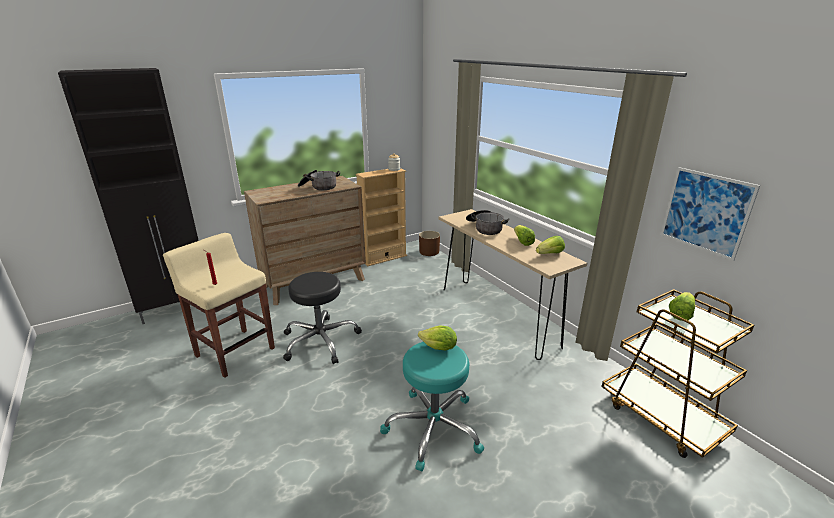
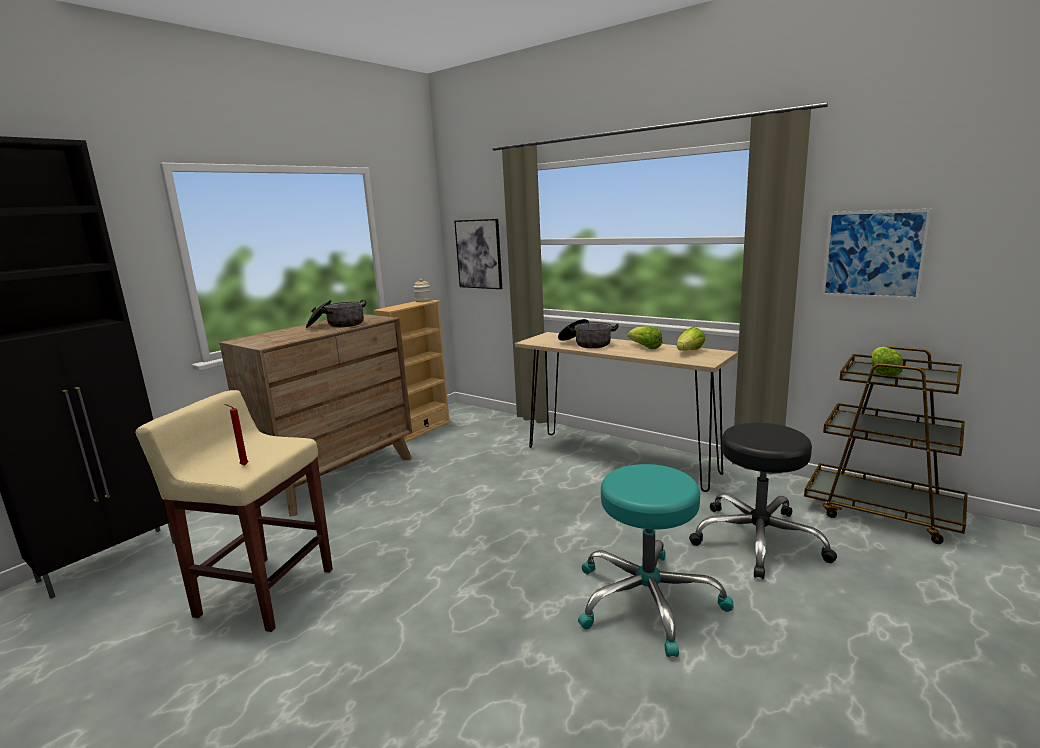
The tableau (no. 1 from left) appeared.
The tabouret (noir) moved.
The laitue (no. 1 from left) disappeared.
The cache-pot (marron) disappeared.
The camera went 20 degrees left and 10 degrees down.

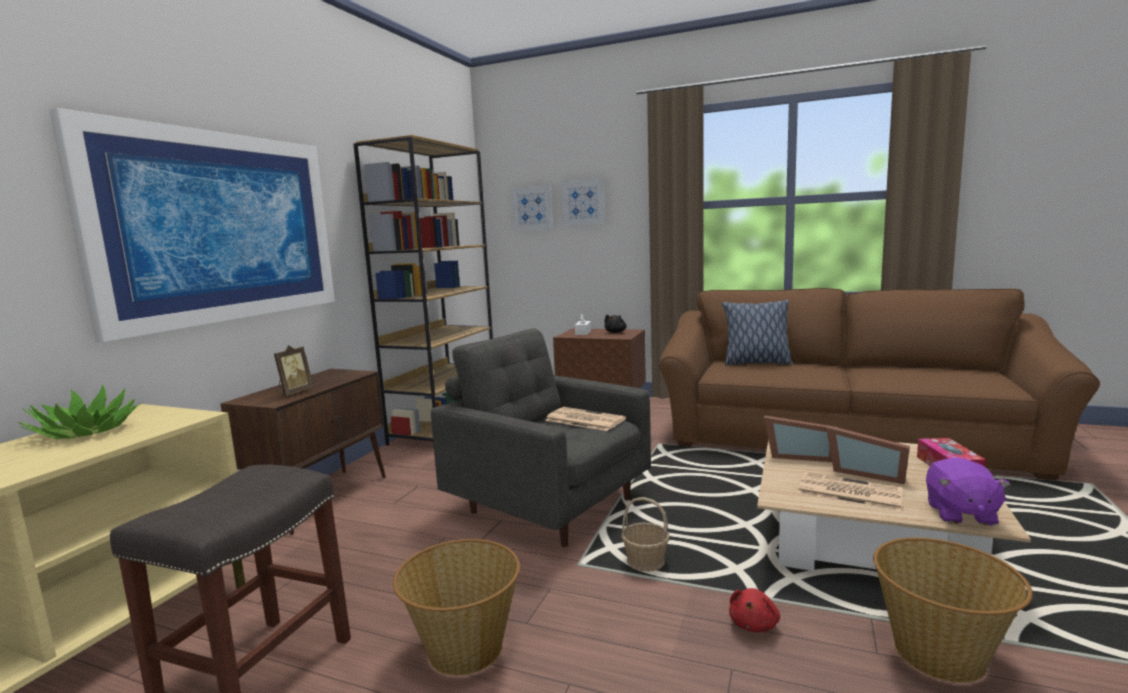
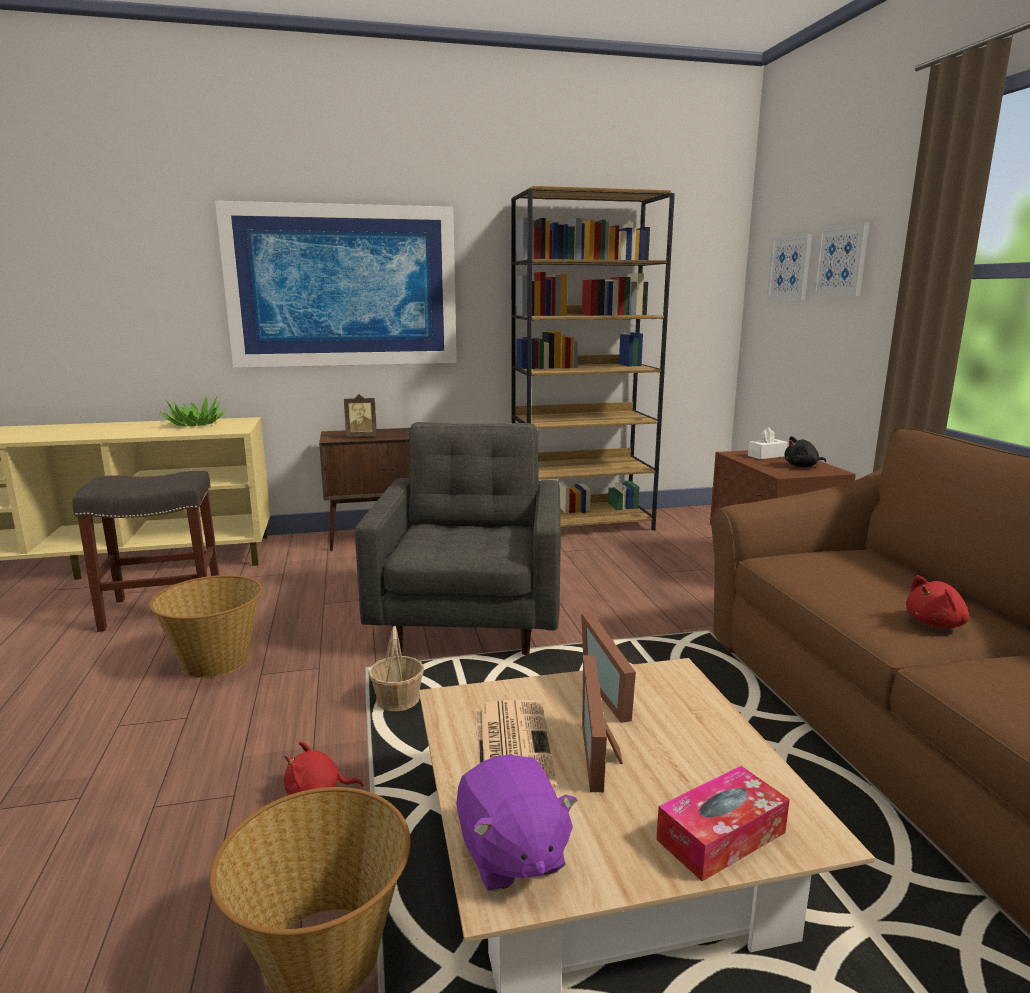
The peluche (violet) turned 90 degrees counterclockwise.
The peluche (rouge) (no. 2 from left) appeared.
The journal (no. 1 from left) disappeared.
The coussin disappeared.
The camera went 55 degrees right and 5 degrees up.

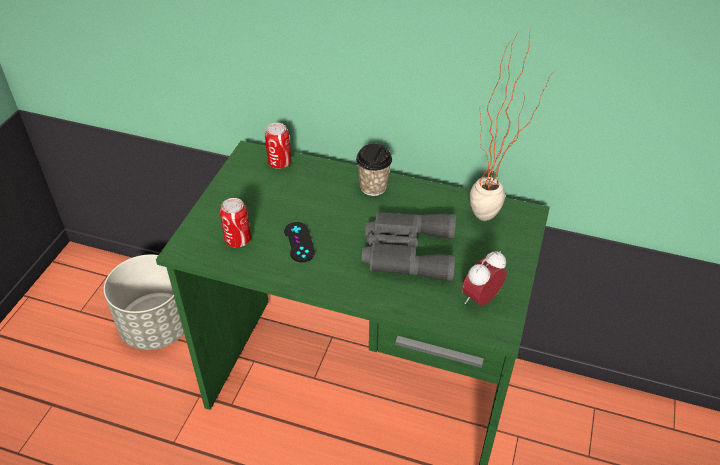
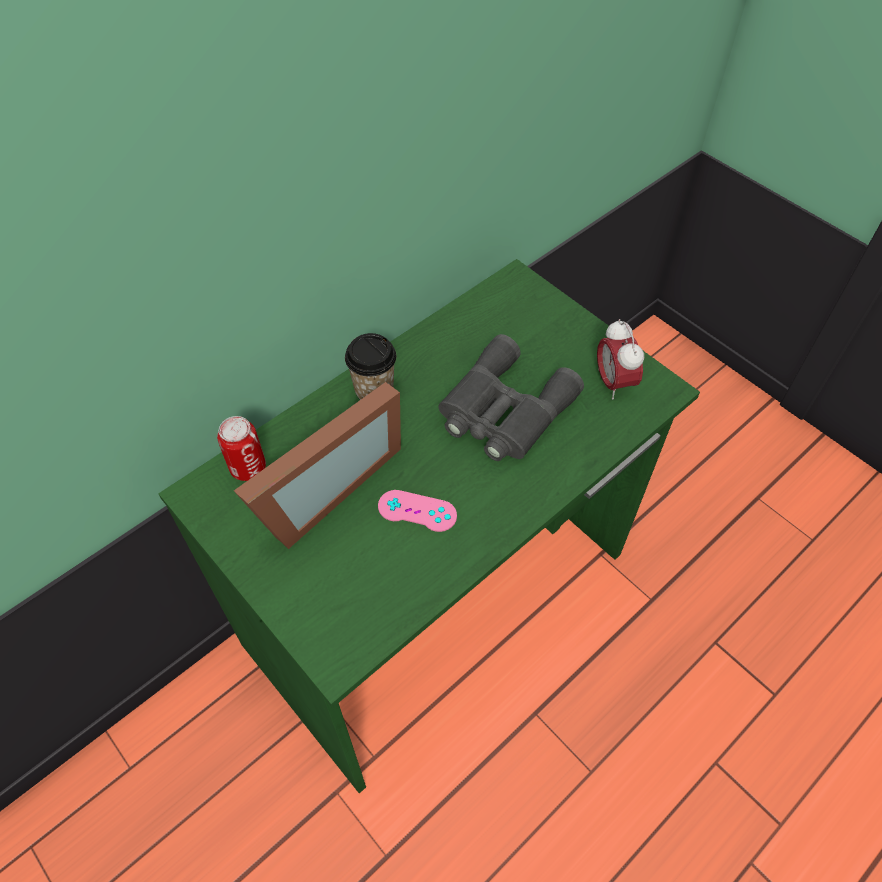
The cadre photo appeared.
The manette (noir) became the manette (rose).
The cache-pot (gris) disappeared.
The boîte métallique (no. 1 from left) disappeared.
The plante en pot disappeared.
The camera went 60 degrees left and 10 degrees up.

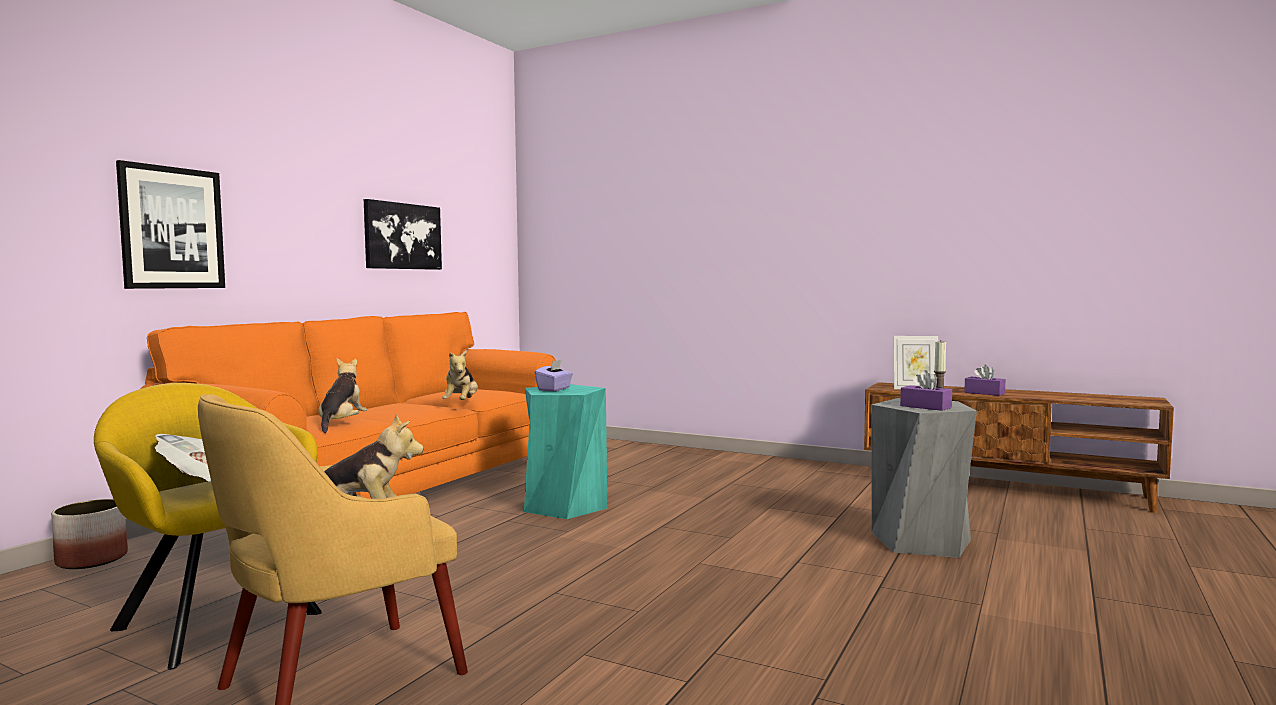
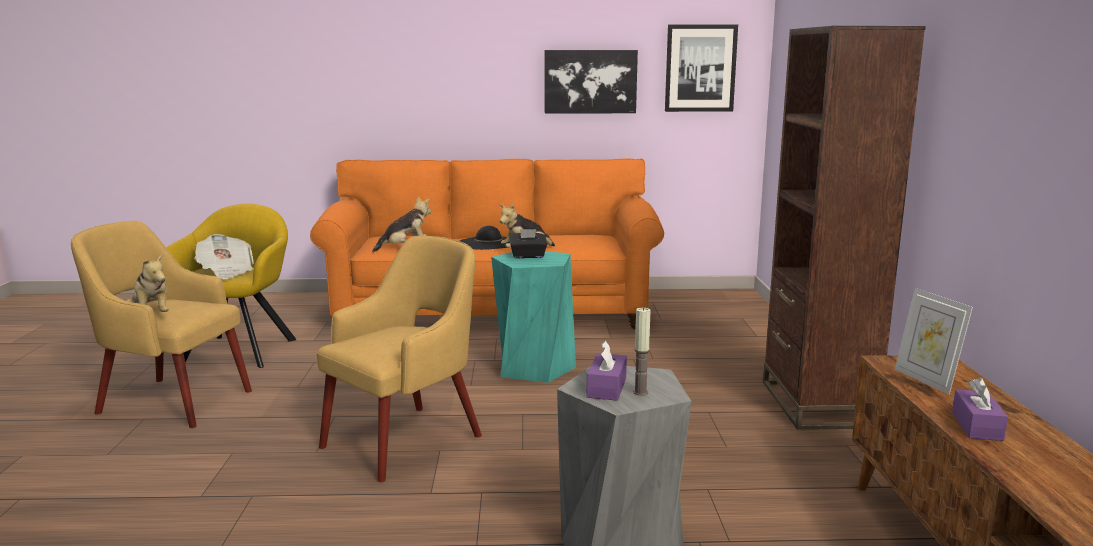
The fauteuil (jaune) (no. 3 from left) appeared.
The chapeau (noir) appeared.
The boîte à mouchoirs (violet) (no. 1 from left) became the boîte à mouchoirs (noir).
The tableau (no. 1 from left in the first image) moved.
The bibliothèque (marron) appeared.
The cache-pot disappeared.
The camera went 60 degrees right and 10 degrees up.

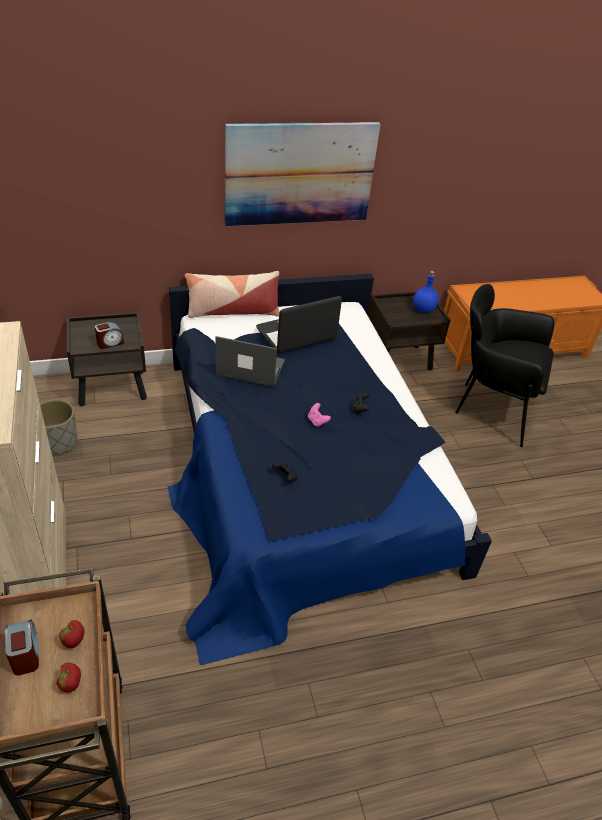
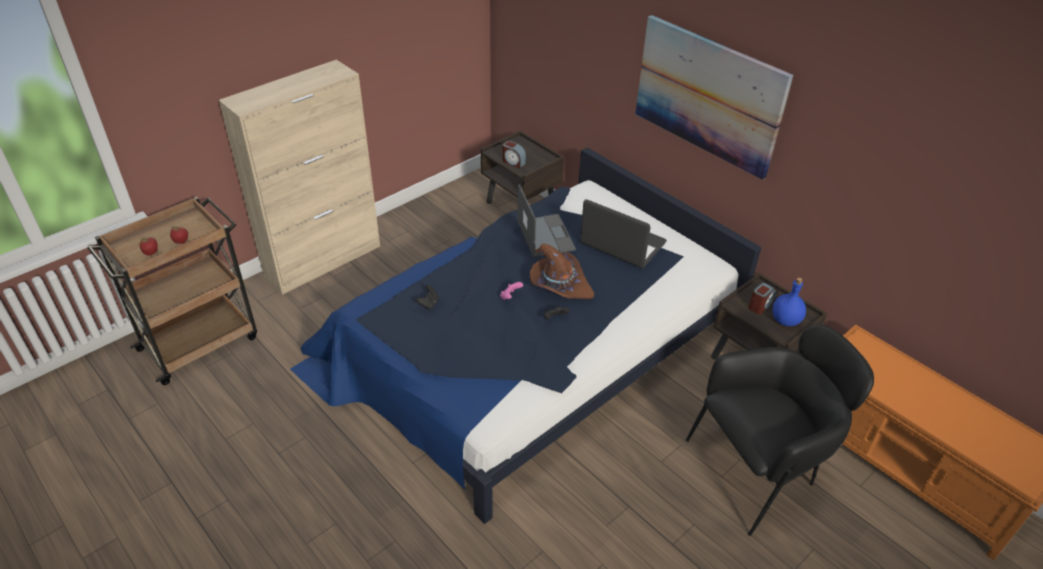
The chapeau (marron) appeared.
The fauteuil (noir) turned 75 degrees clockwise.
The réveil (no. 1 from left in the first image) moved.
The cache-pot (gris) disappeared.
The coussin disappeared.
The camera went 65 degrees right and 0 degrees up.

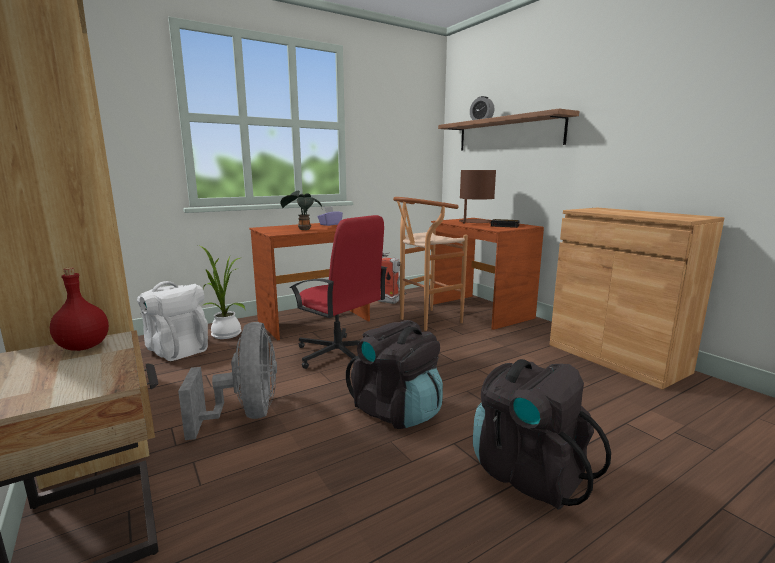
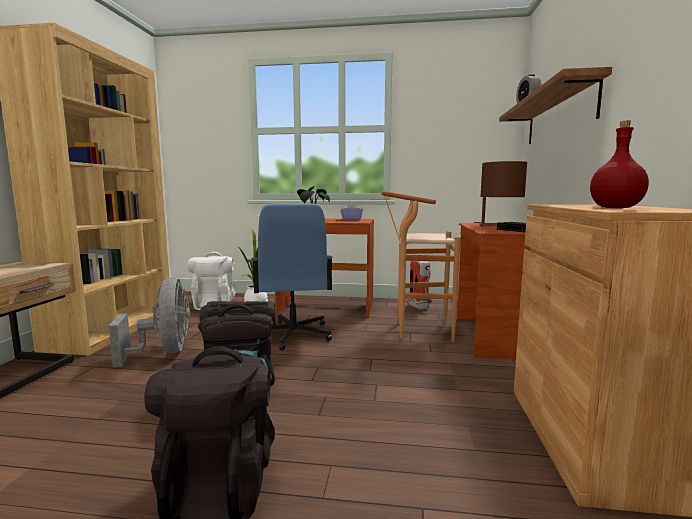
The ventilateur (gris) turned 45 degrees counterclockwise.
The chaise de bureau (rouge) became the chaise de bureau (bleu).
The bouteille (rouge) moved.
The camera went 40 degrees right and 5 degrees down.

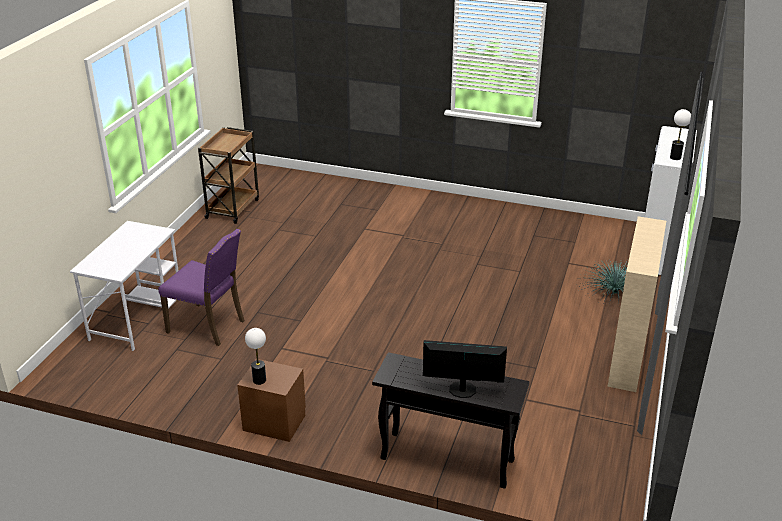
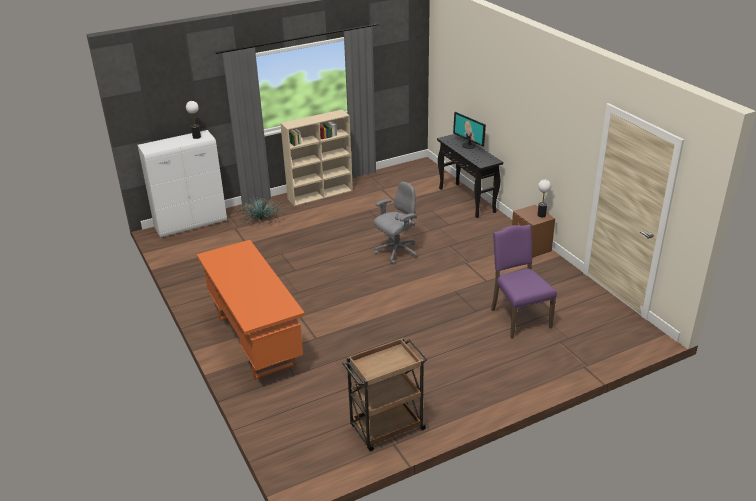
The bureau (orange) appeared.
The chaise de bureau (gris) appeared.
The bureau (blanc) disappeared.
The camera went 135 degrees left and 0 degrees up.

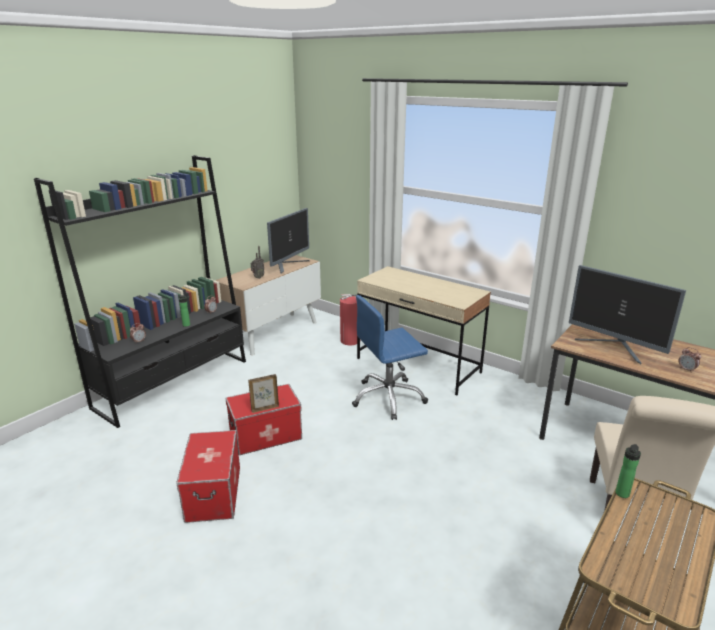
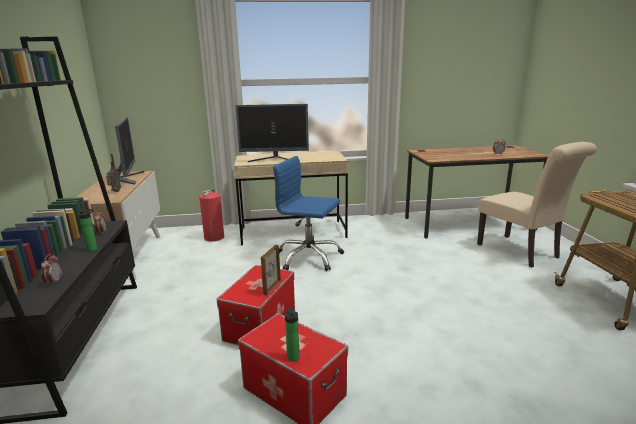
The écran d'ordinateur (no. 2 from left) moved.
The chaise de bureau (bleu) turned 90 degrees clockwise.
The bouteille (no. 2 from left) moved.
The camera went 45 degrees left and 5 degrees down.

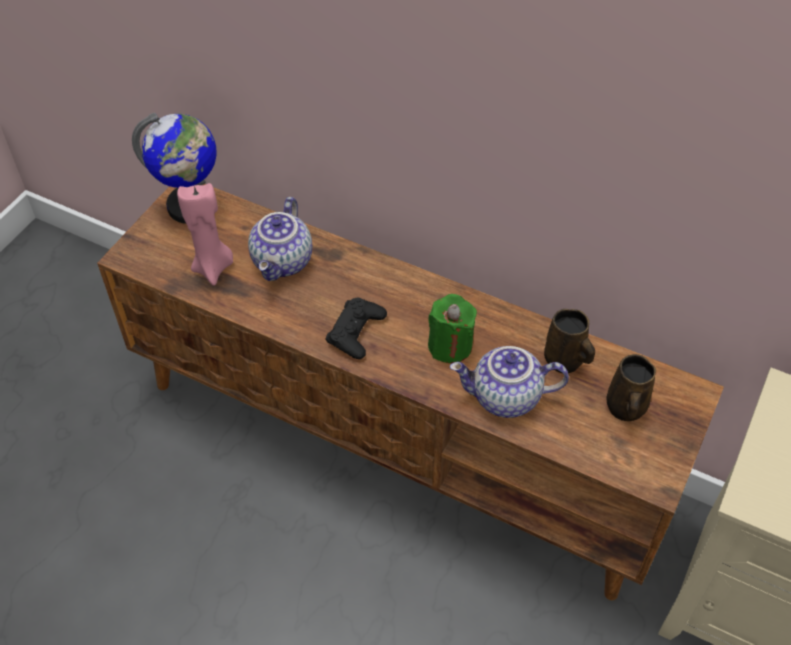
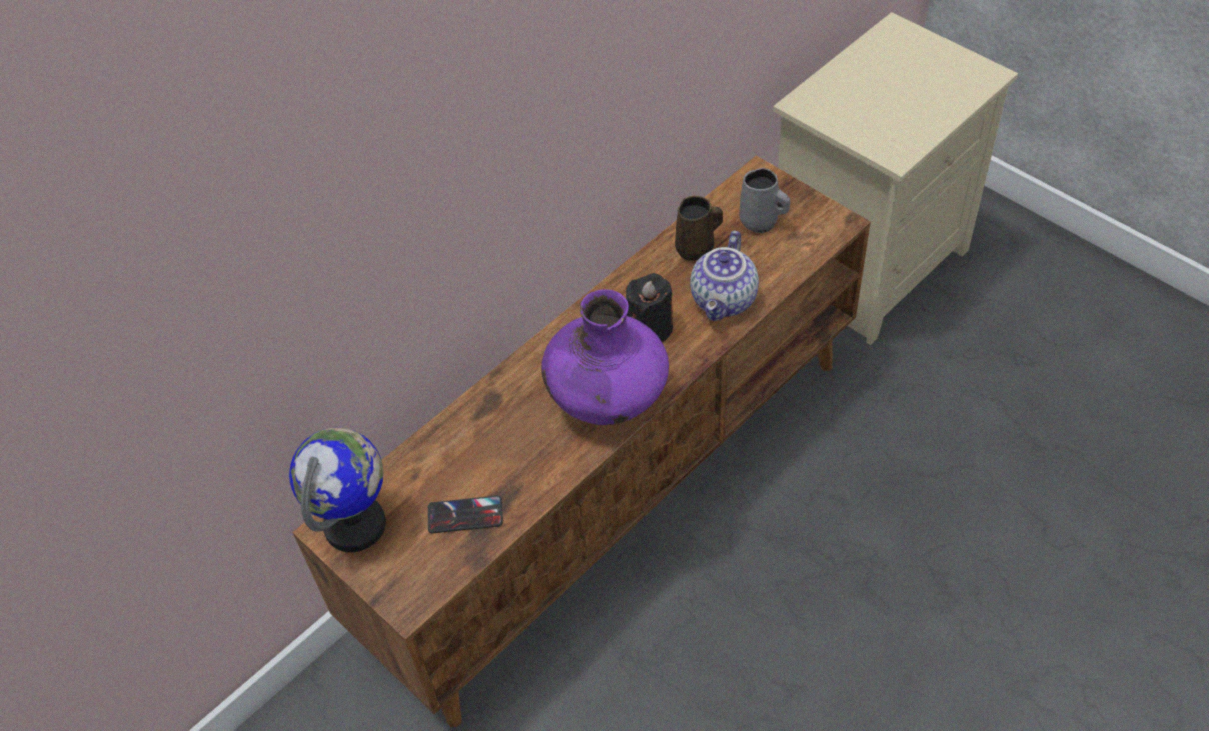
The bougie (rose) was replaced by the téléphone.
The manette (noir) was replaced by the vase (violet).
The bougie (vert) became the bougie (noir).
The mug (marron) (no. 2 from left) became the mug (gris).
The théière (no. 1 from left) disappeared.
The camera went 70 degrees left and 0 degrees up.

